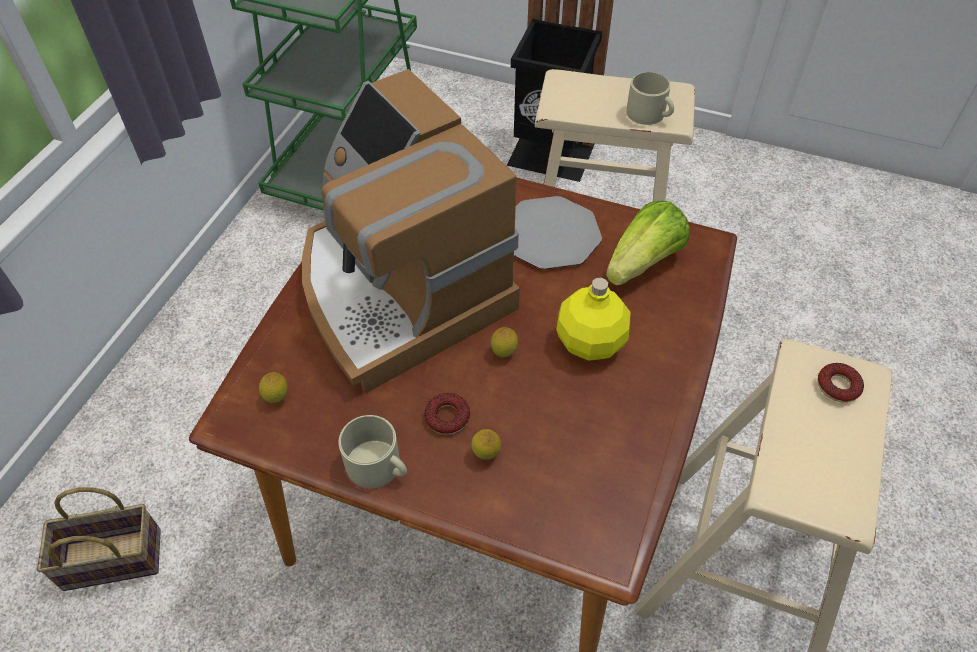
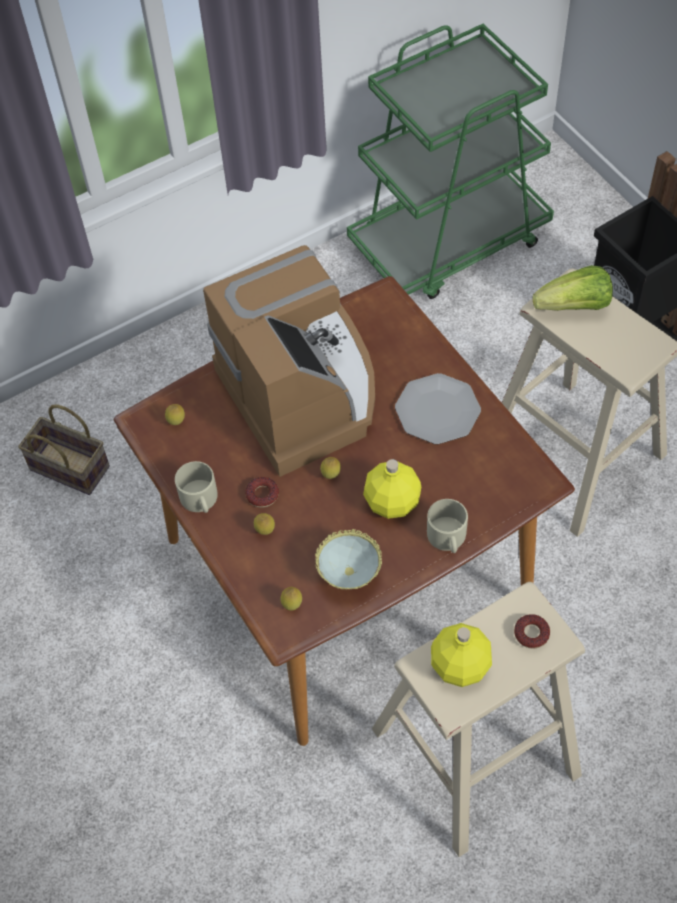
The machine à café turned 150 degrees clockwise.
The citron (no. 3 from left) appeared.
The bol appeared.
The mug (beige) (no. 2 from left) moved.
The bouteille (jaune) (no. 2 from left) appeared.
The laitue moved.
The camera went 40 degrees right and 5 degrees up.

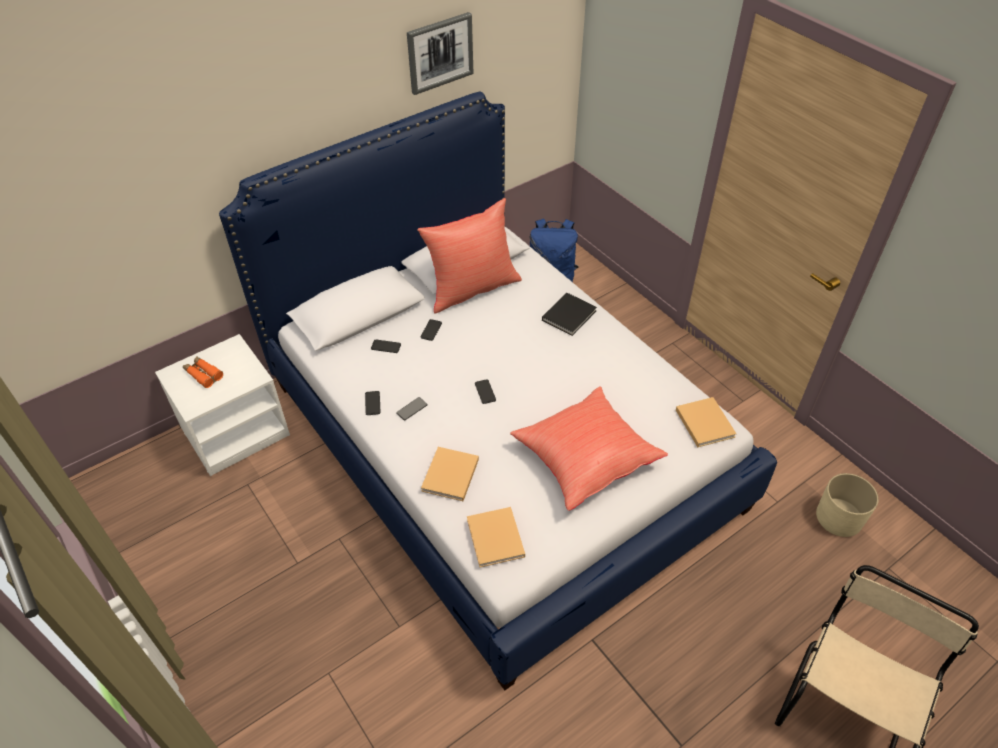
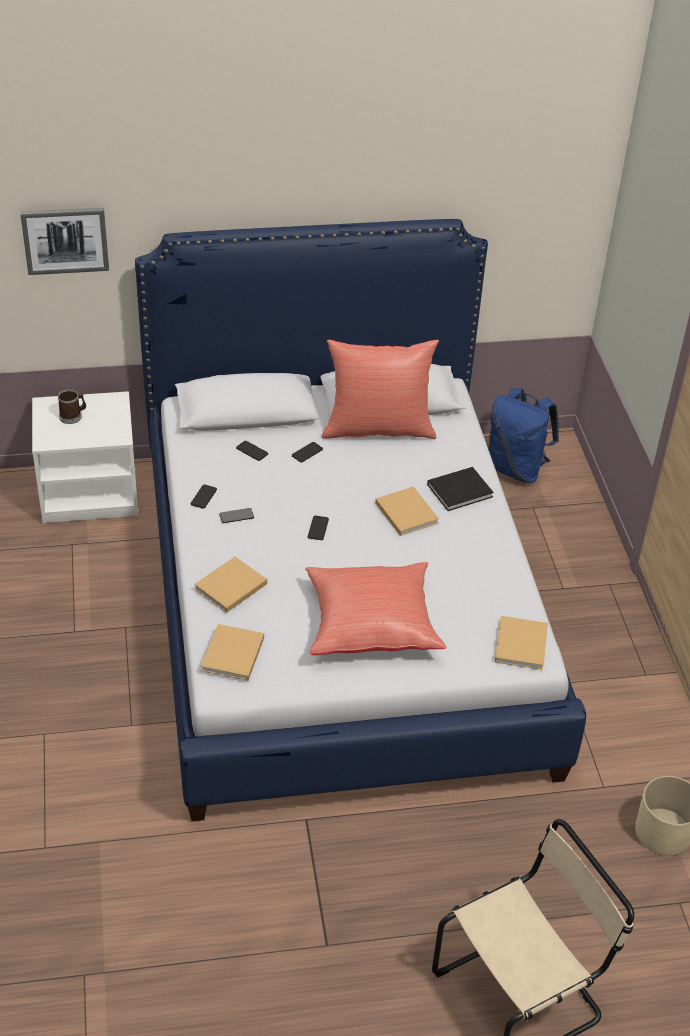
The tableau moved.
The jumelles (orange) was replaced by the mug.
The livre (beige) (no. 3 from left) appeared.
The camera went 25 degrees right and 5 degrees down.

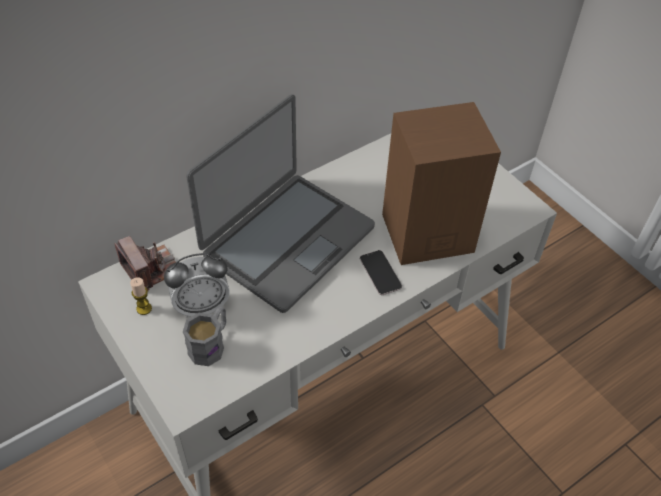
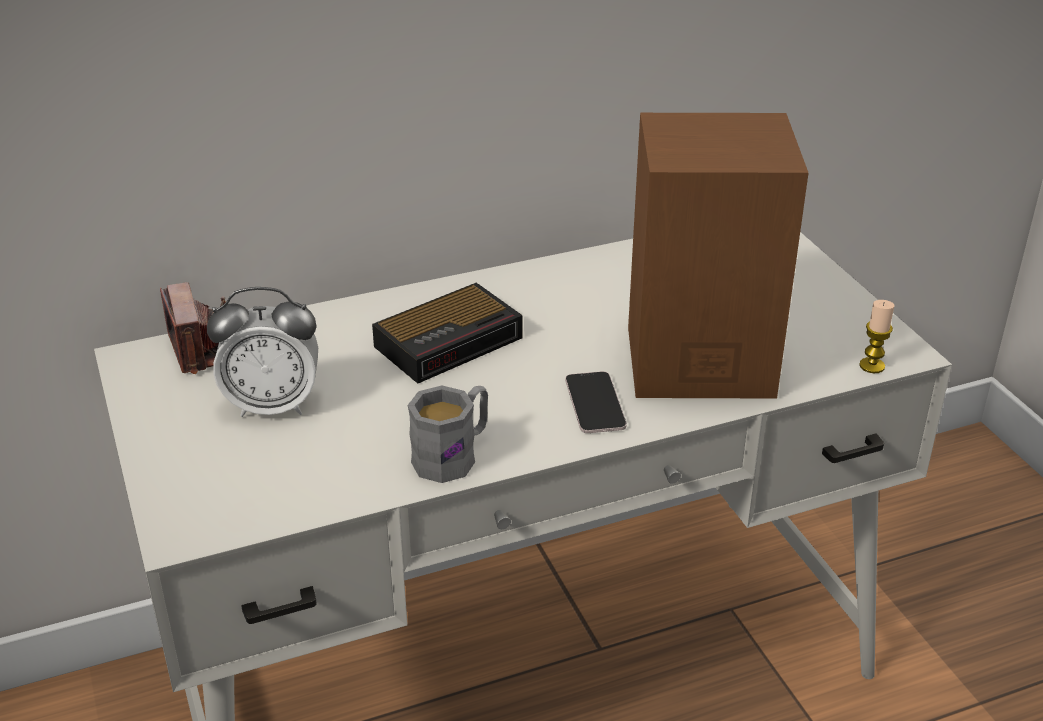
The ordinateur portable was replaced by the réveil (no. 2 from left).
The mug (gris) moved.
The bougie moved.
The camera went 15 degrees right and 15 degrees down.

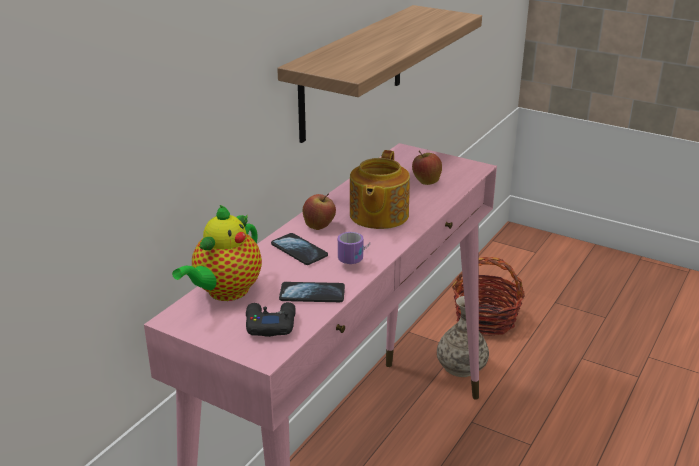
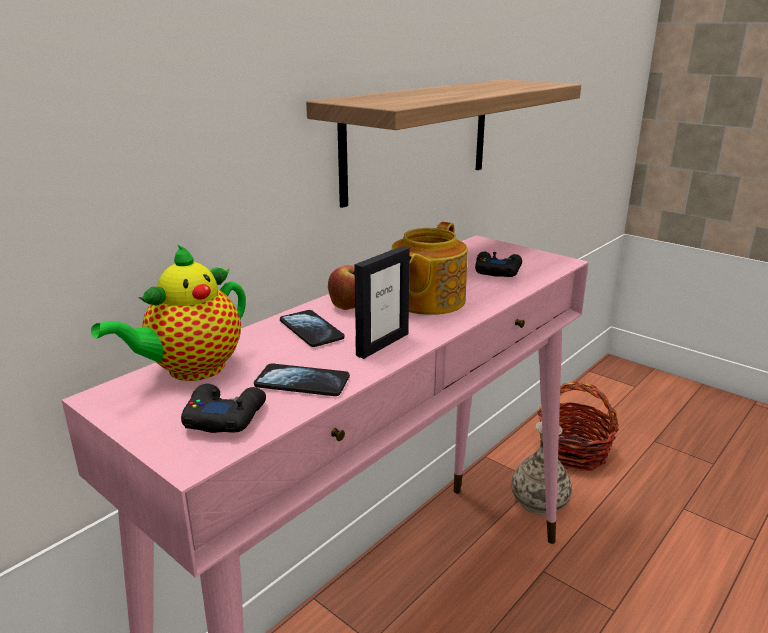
The mug was replaced by the cadre photo.
The pomme (no. 2 from left) was replaced by the manette (noir) (no. 2 from left).
The camera went 10 degrees right and 5 degrees down.

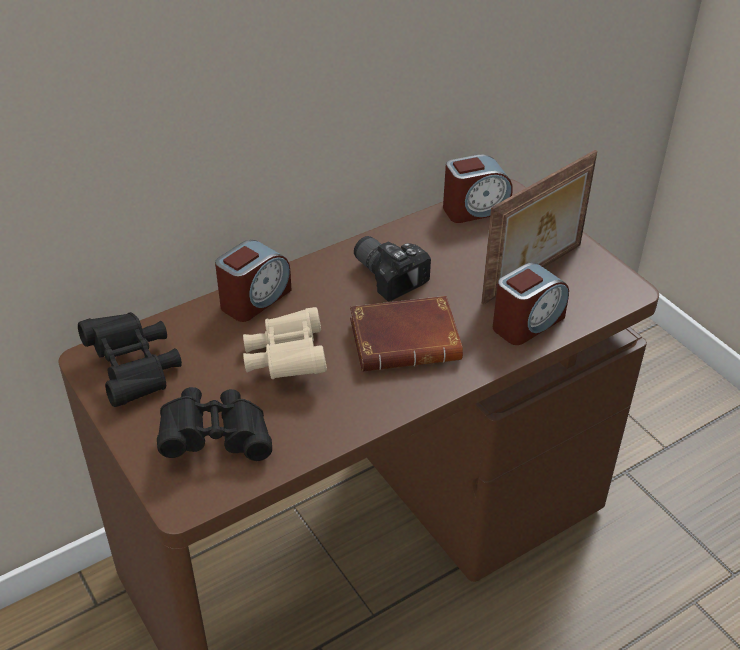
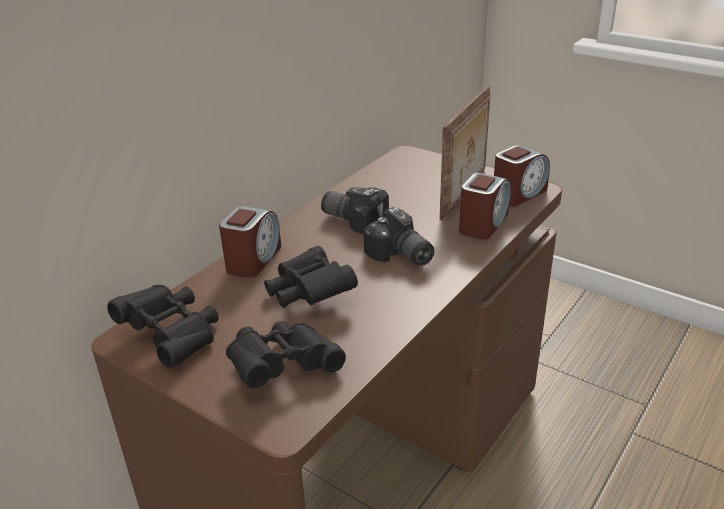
The jumelles (beige) became the jumelles (noir) (no. 3 from left).
The livre (marron) was replaced by the appareil photo (no. 2 from left).
The réveil (no. 2 from left in the first image) moved.
The camera went 20 degrees left and 10 degrees down.

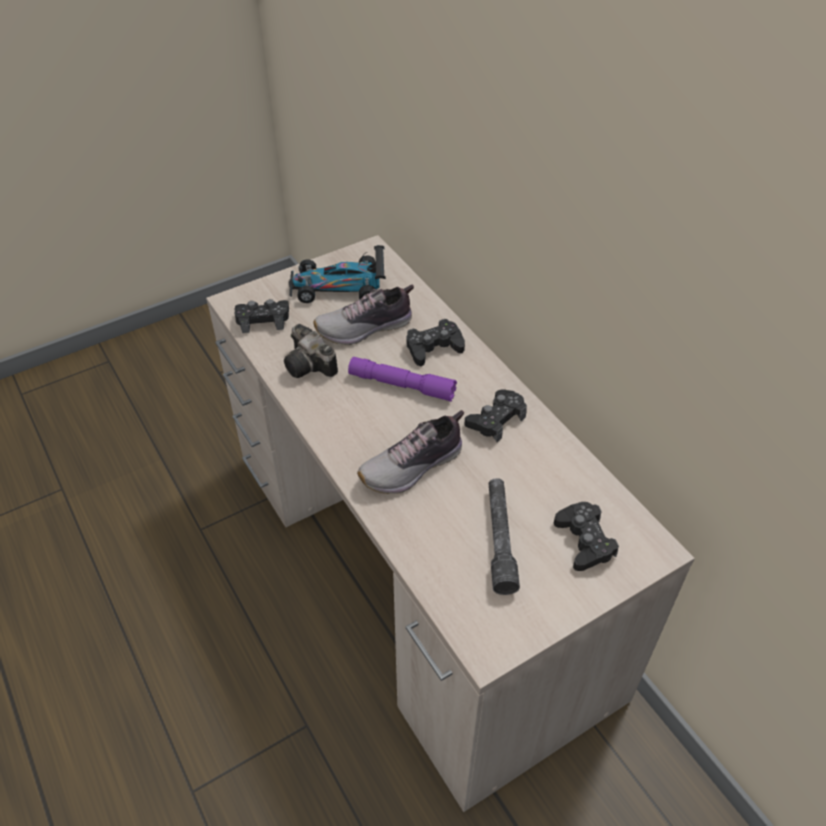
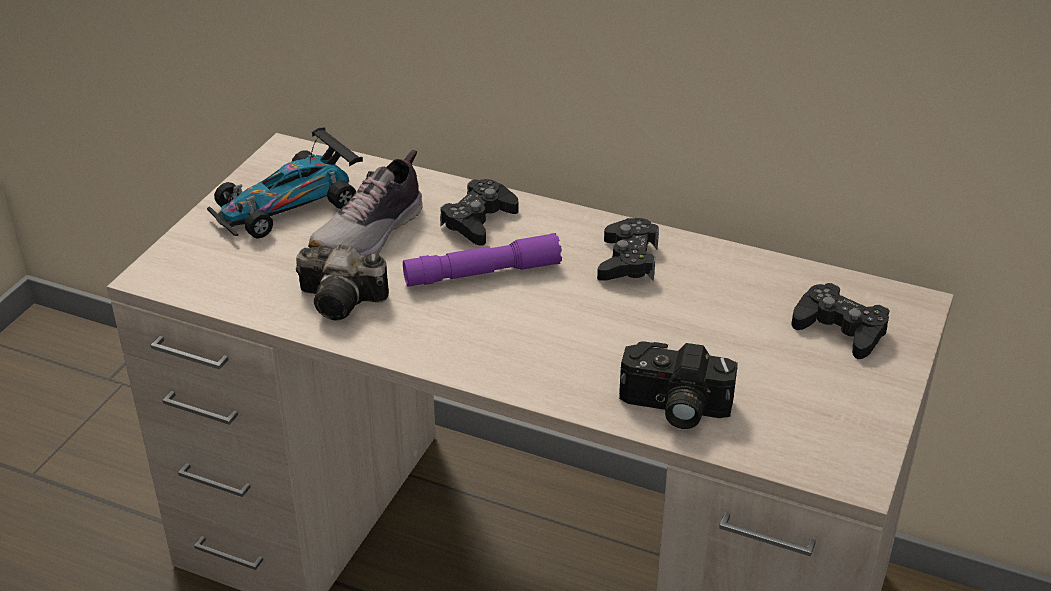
The appareil photo (no. 2 from left) appeared.
The manette (noir) (no. 1 from left) disappeared.
The chaussure (no. 2 from left) disappeared.
The lampe de poche (gris) disappeared.
The camera went 35 degrees left and 10 degrees down.

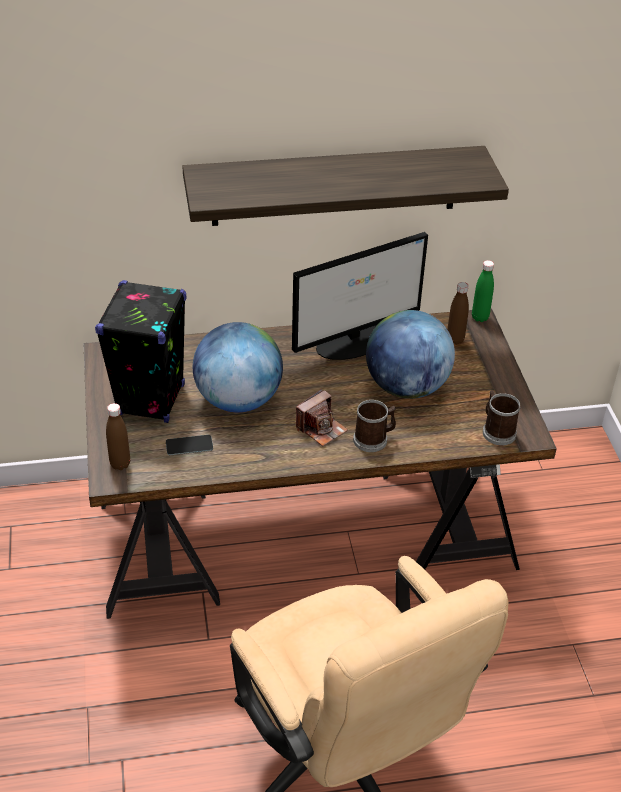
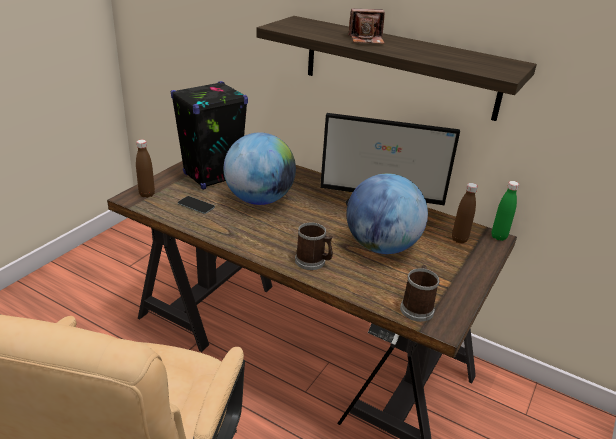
The appareil photo moved.
The camera went 40 degrees right and 10 degrees down.

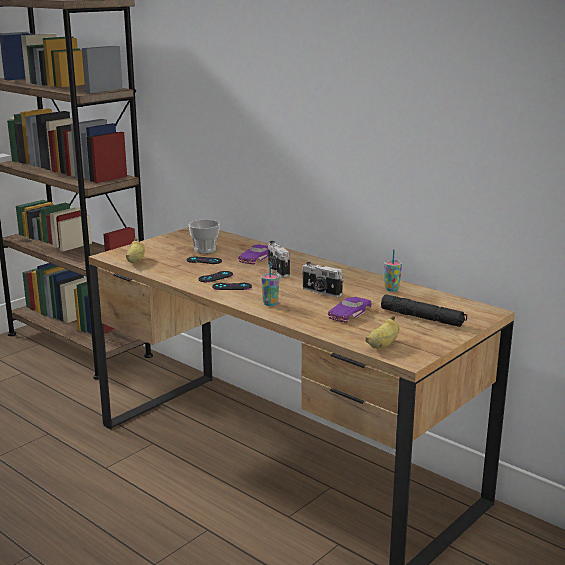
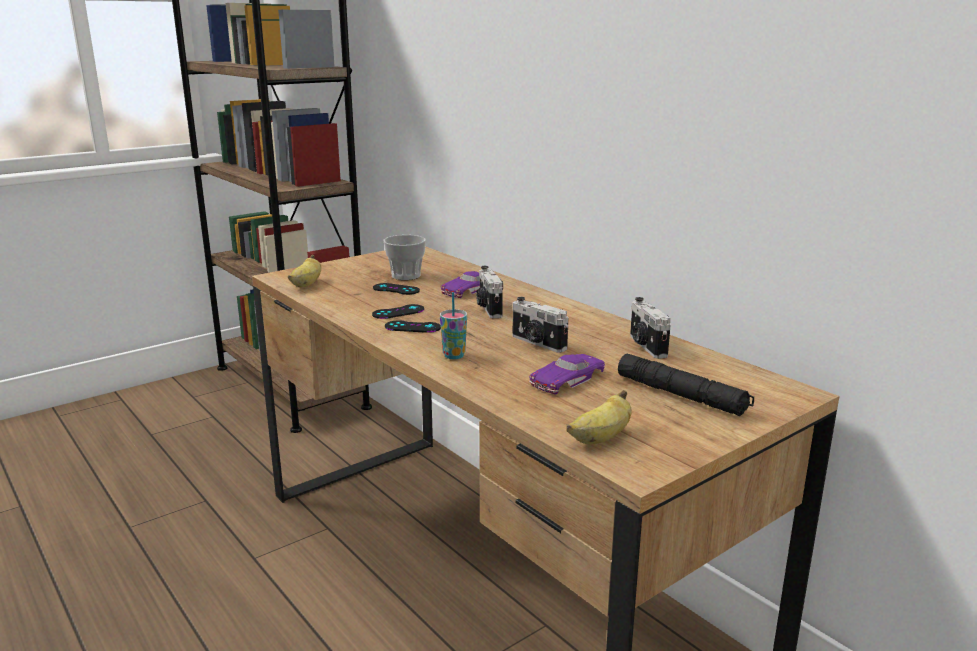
The tasse (no. 3 from left) was replaced by the appareil photo (no. 3 from left).
The camera went 10 degrees right and 0 degrees up.

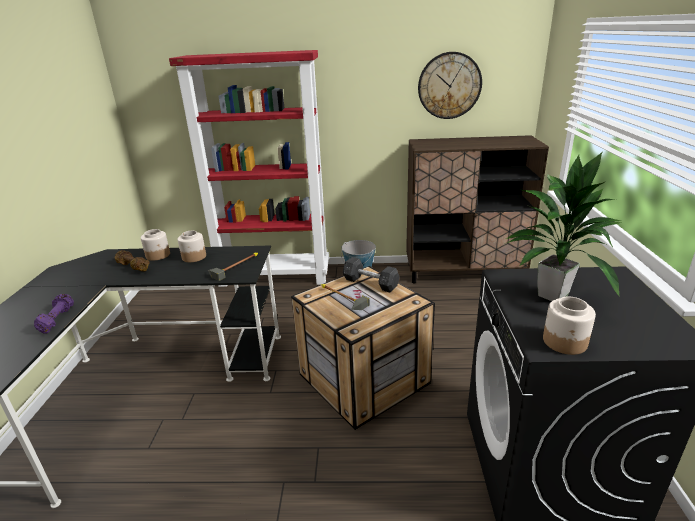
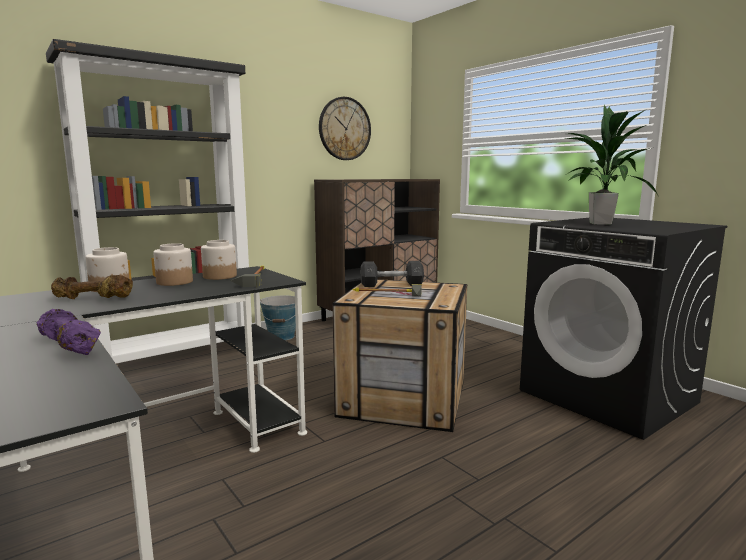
The bibliothèque (rouge) became the bibliothèque (noir).
The bocal (no. 3 from left) moved.
The camera went 40 degrees left and 15 degrees down.

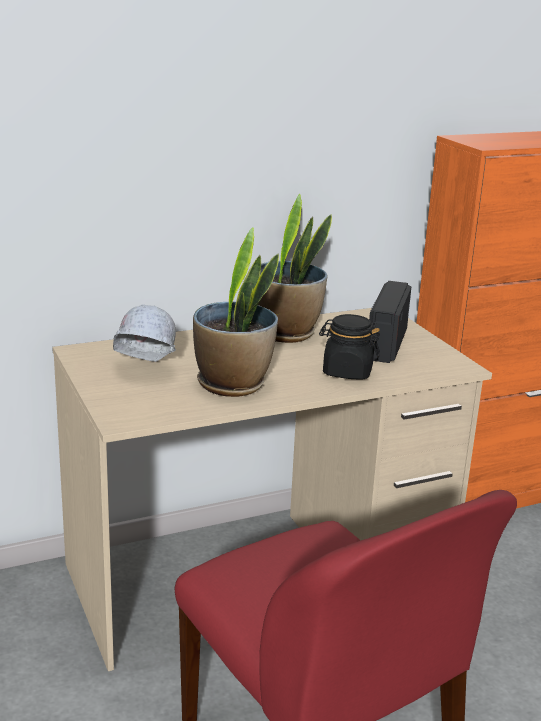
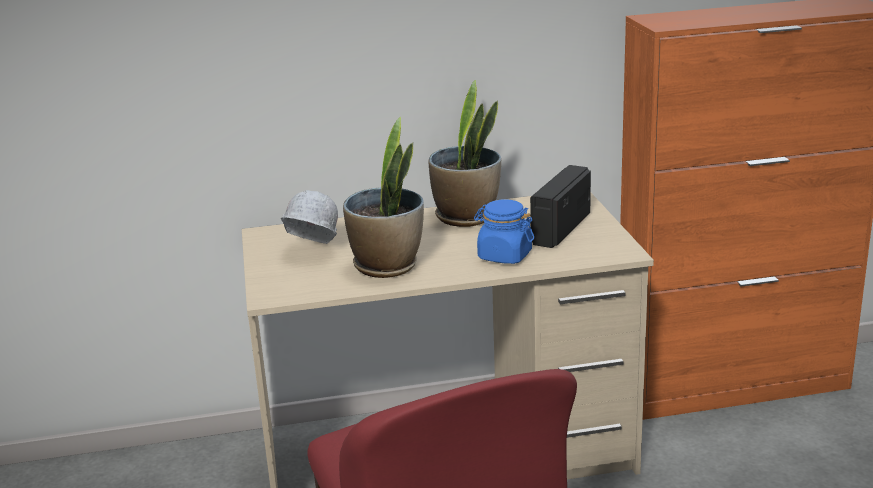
The bocal (noir) became the bocal (bleu).
The camera went 15 degrees right and 0 degrees up.

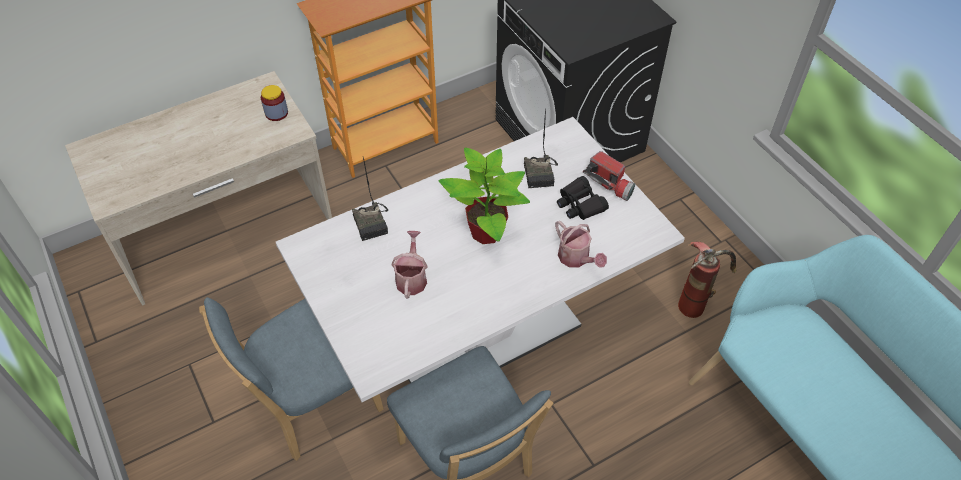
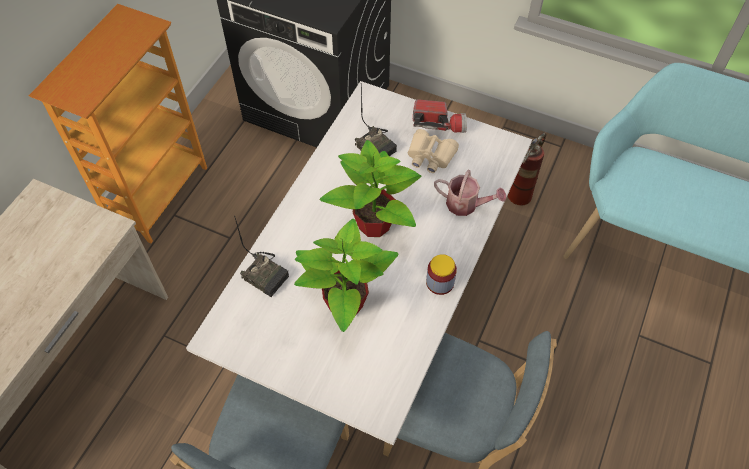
The arrosoir (no. 1 from left) was replaced by the plante en pot (no. 1 from left).
The jumelles (noir) became the jumelles (beige).
The bocal moved.
The camera went 35 degrees left and 5 degrees up.

